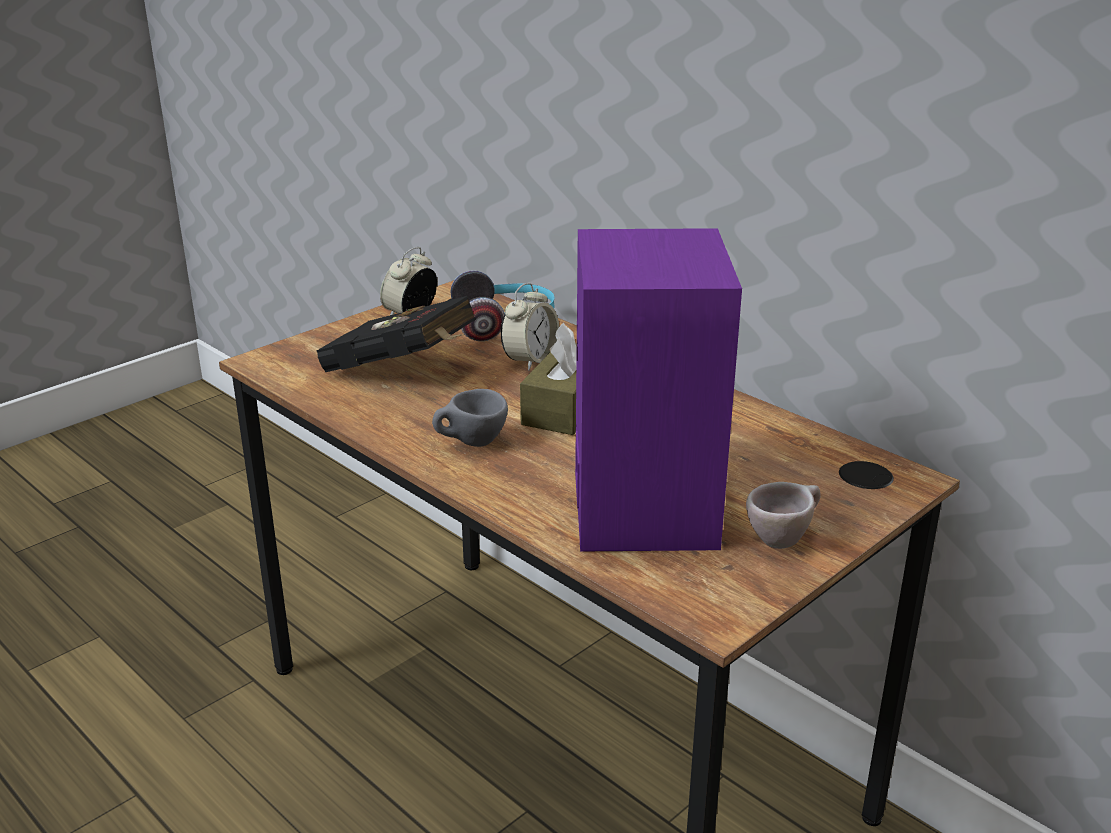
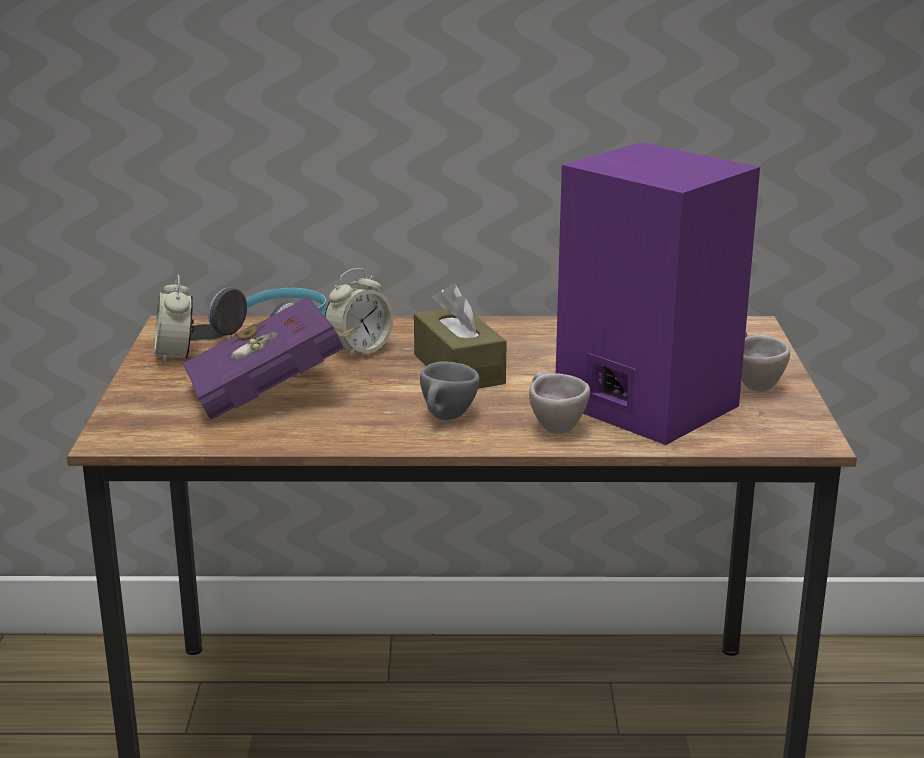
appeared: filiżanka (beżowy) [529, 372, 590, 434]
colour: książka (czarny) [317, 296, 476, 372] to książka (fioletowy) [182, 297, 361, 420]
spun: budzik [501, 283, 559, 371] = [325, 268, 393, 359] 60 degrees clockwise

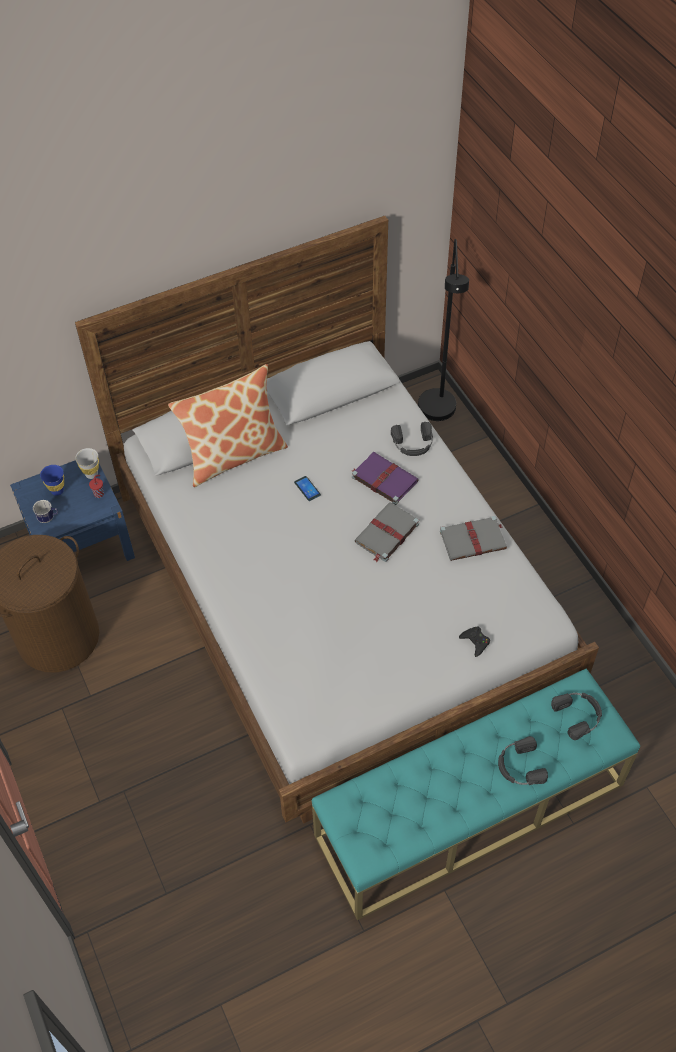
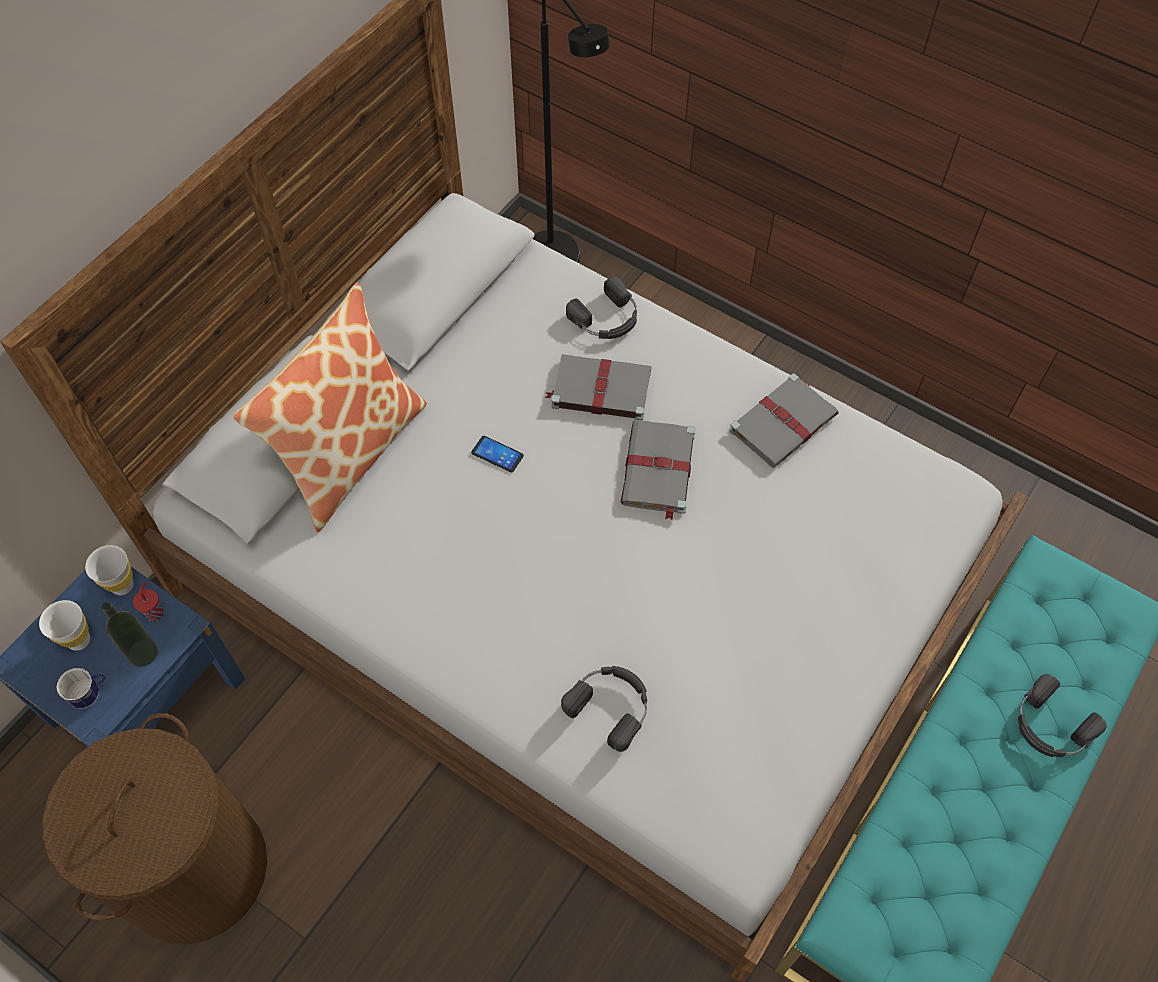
missing: pad do gier (czarny) [459, 627, 490, 657]
appeared: butelka [101, 602, 158, 667]
relocated: słuchawki (czarny) [551, 693, 602, 740] to [561, 666, 647, 752]
colour: książka (fioletowy) [352, 452, 419, 505] to książka (szary) [545, 354, 651, 420]; filiżanka (niebieski) [40, 465, 64, 496] to filiżanka (biały) [39, 600, 90, 651]

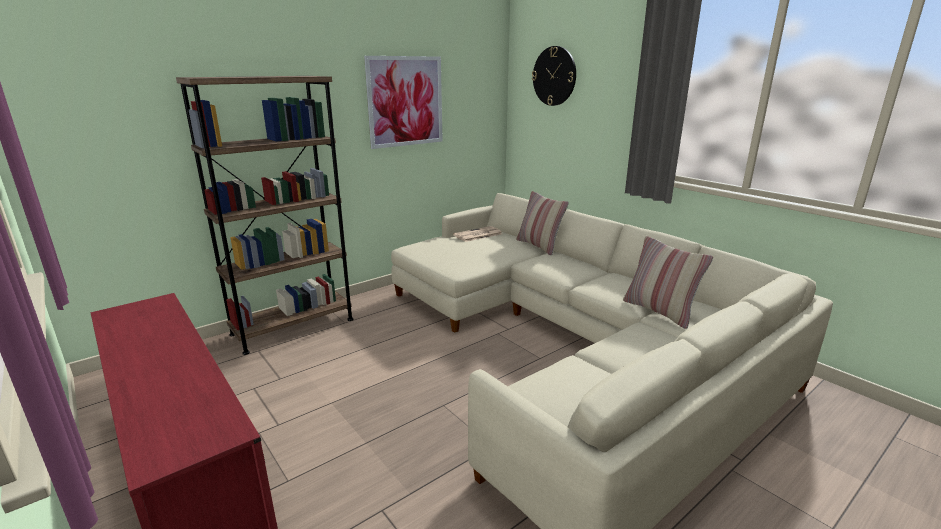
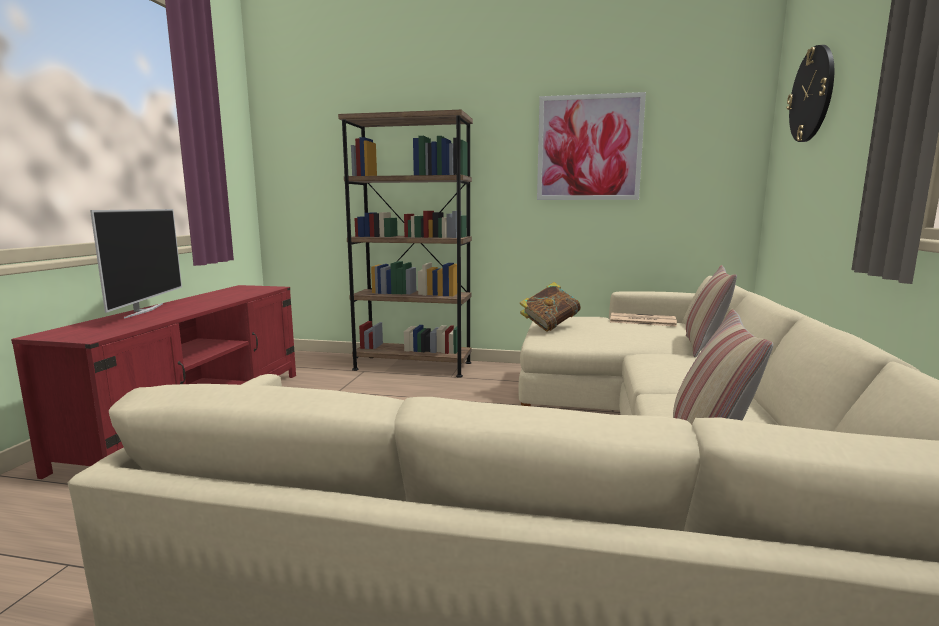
appeared: telewizor [90, 209, 182, 319]; książka [520, 282, 581, 332]

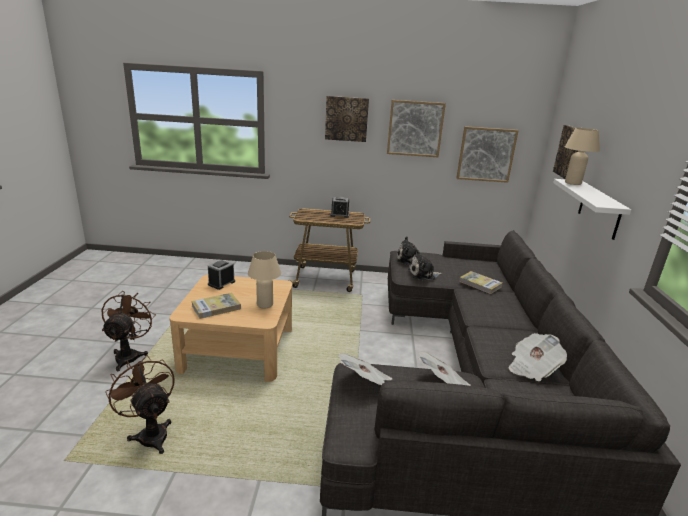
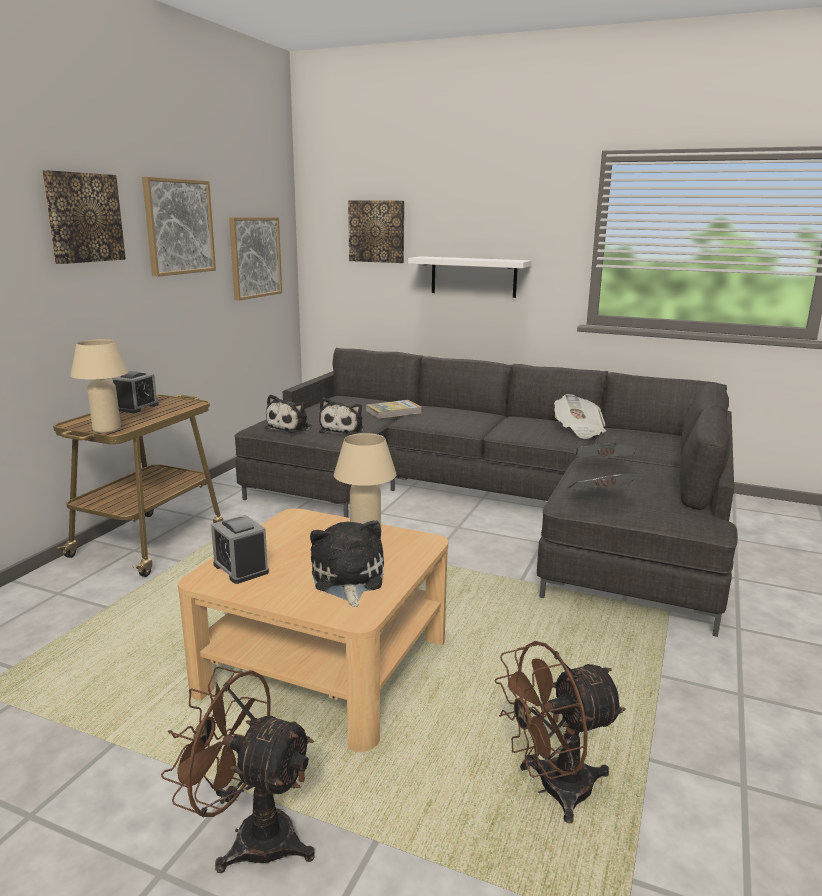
relocated: lampa stołowa (beżowy) [565, 128, 600, 185] to [70, 339, 128, 433]
exchanged: książka [191, 293, 241, 319] to pluszak [310, 520, 384, 607]

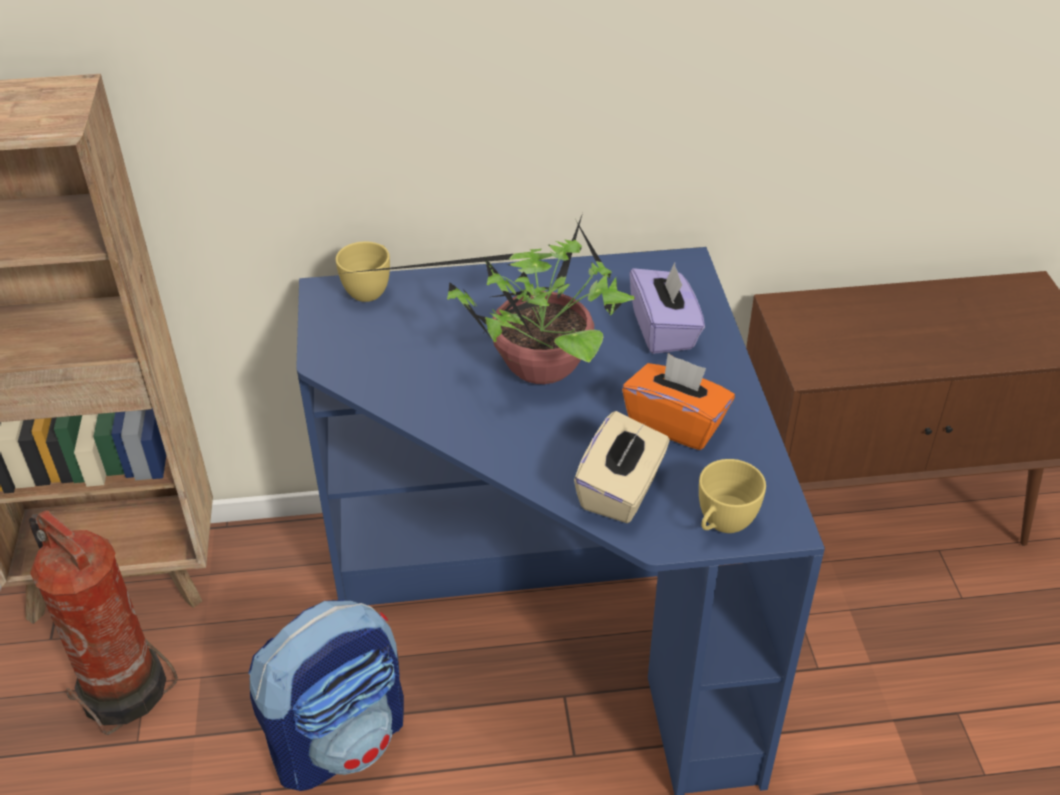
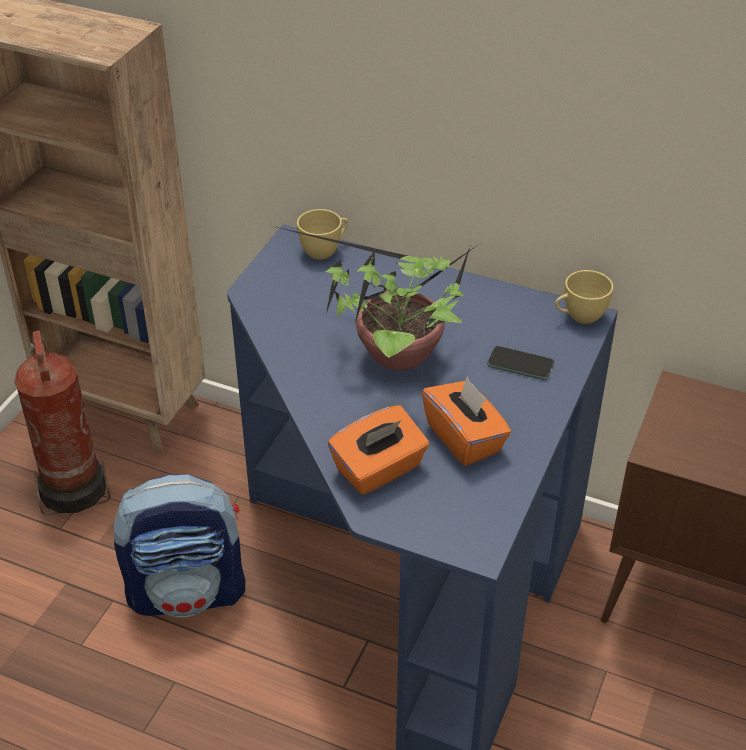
relocated: filiżanka (żółty) [699, 459, 766, 533] to [555, 270, 613, 324]
exchanged: pudełko chusteczek (fioletowy) [629, 263, 705, 354] to telefon [487, 346, 554, 380]
colour: pudełko chusteczek (beżowy) [574, 411, 670, 523] to pudełko chusteczek (pomarańczowy) [328, 405, 429, 495]

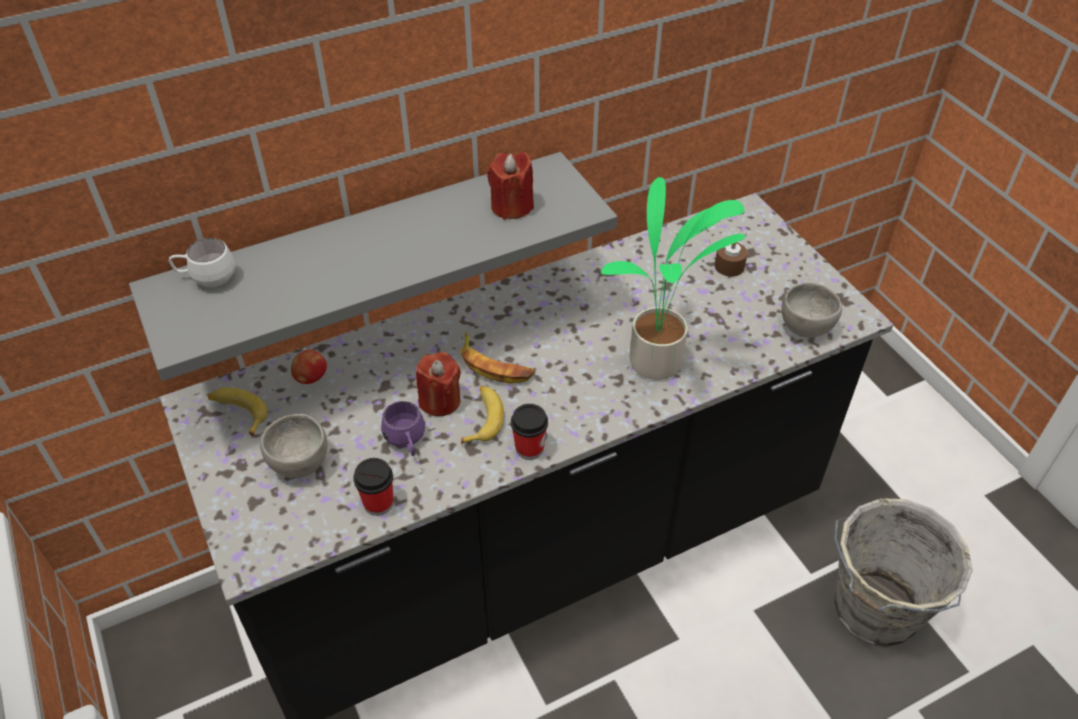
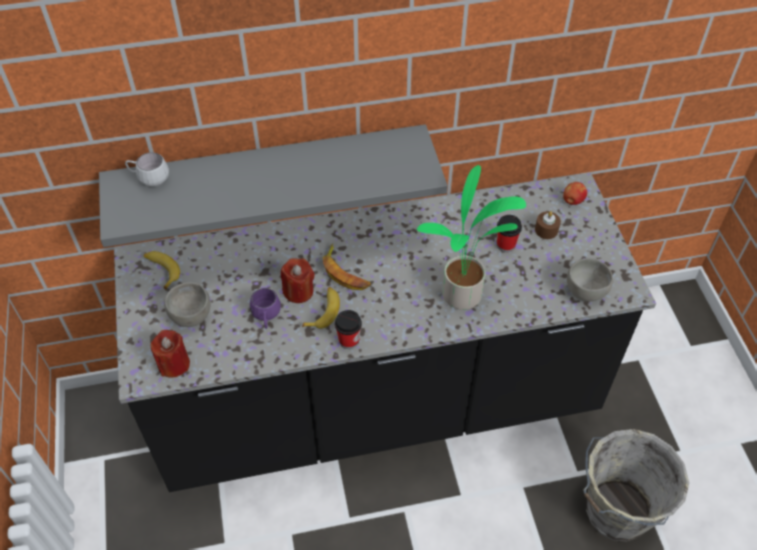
relocated: świeca (czerwony) [487, 152, 534, 220] to [151, 330, 190, 378]; jabłko [291, 350, 327, 384] to [563, 182, 587, 205]; filiżanka [353, 458, 393, 516] to [497, 215, 522, 252]

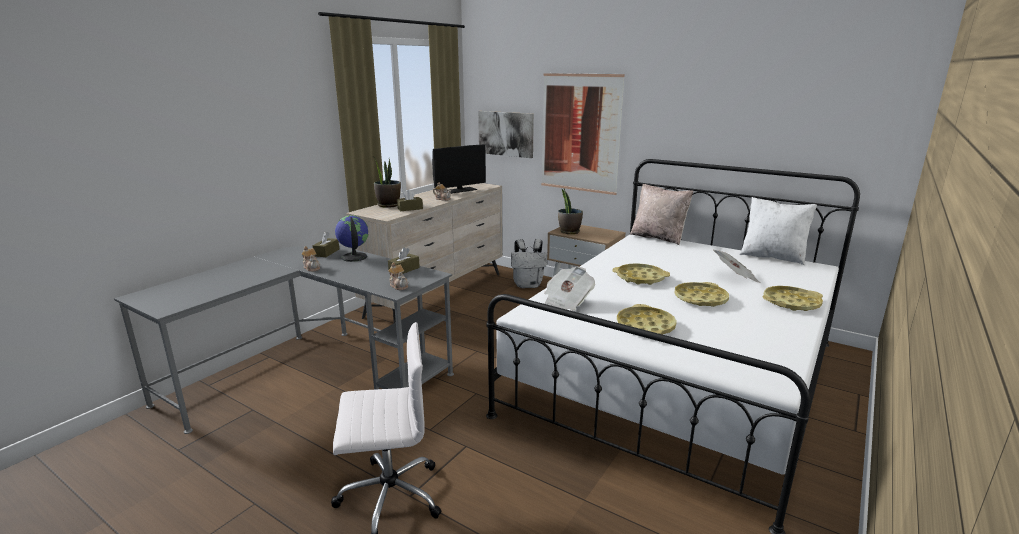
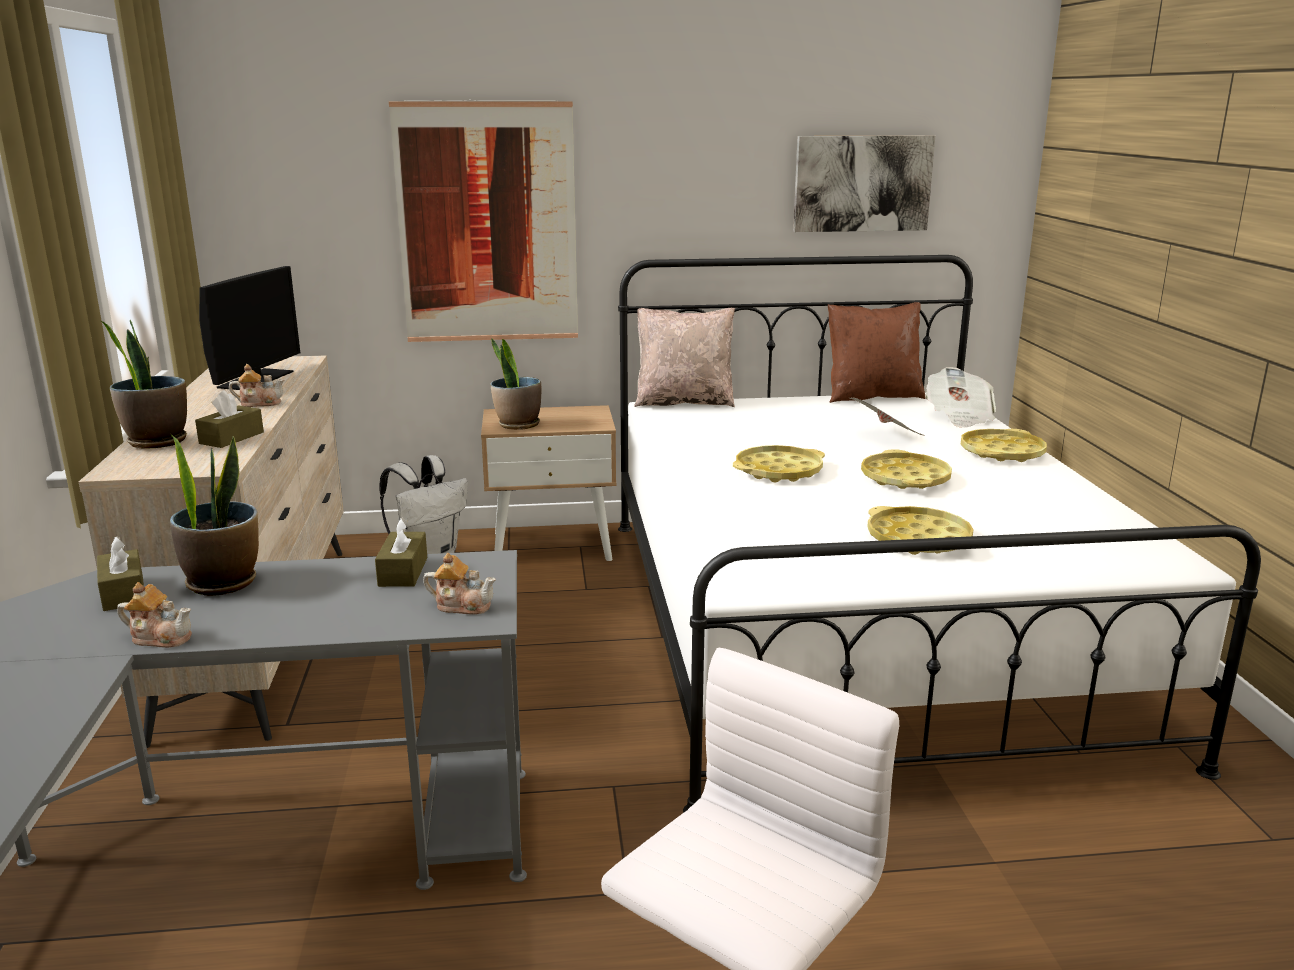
relocated: obraz [478, 111, 534, 158] to [793, 135, 935, 232]; gazeta [544, 267, 595, 311] to [925, 367, 996, 428]
exchanged: globus [335, 215, 368, 262] to roślina doniczkowa [170, 434, 259, 596]
colour: poduszka (biały) [739, 197, 817, 265] to poduszka (brązowy) [828, 302, 926, 403]

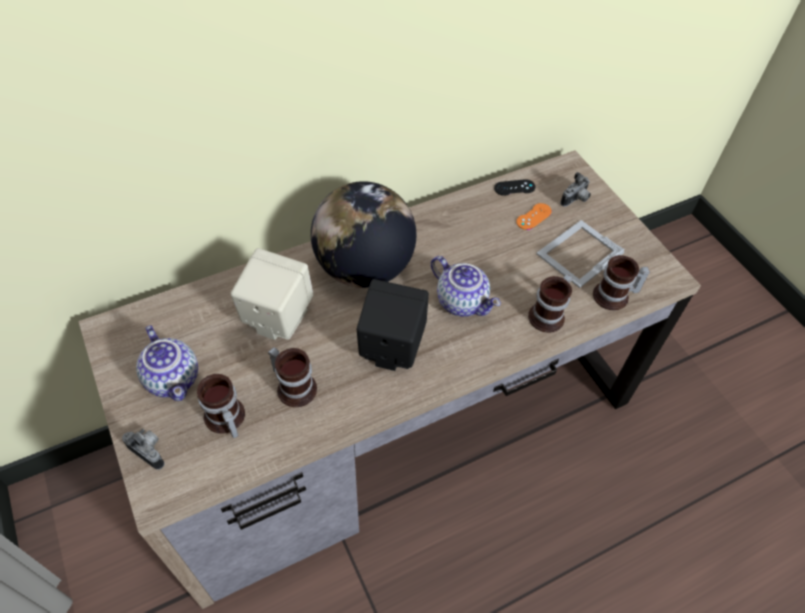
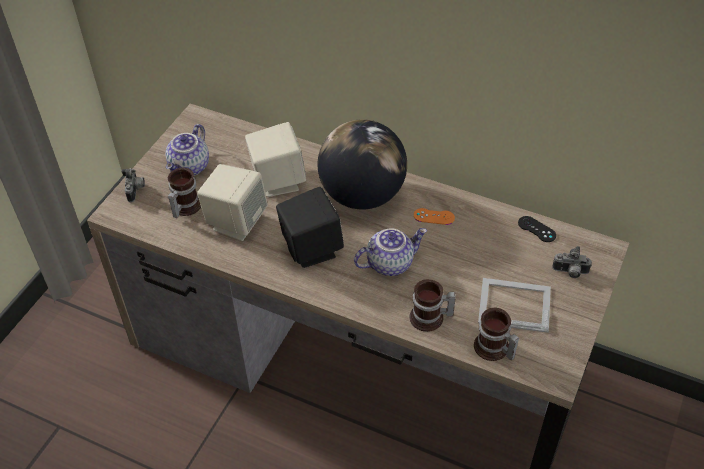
relocated: pad do gier (pomarańczowy) [516, 203, 552, 230] to [414, 208, 455, 225]
exchanged: kubek [268, 347, 317, 407] to głośnik (beżowy) [197, 164, 268, 241]
spun: imbryk [431, 256, 501, 317] = [354, 228, 427, 276] 120 degrees counterclockwise

